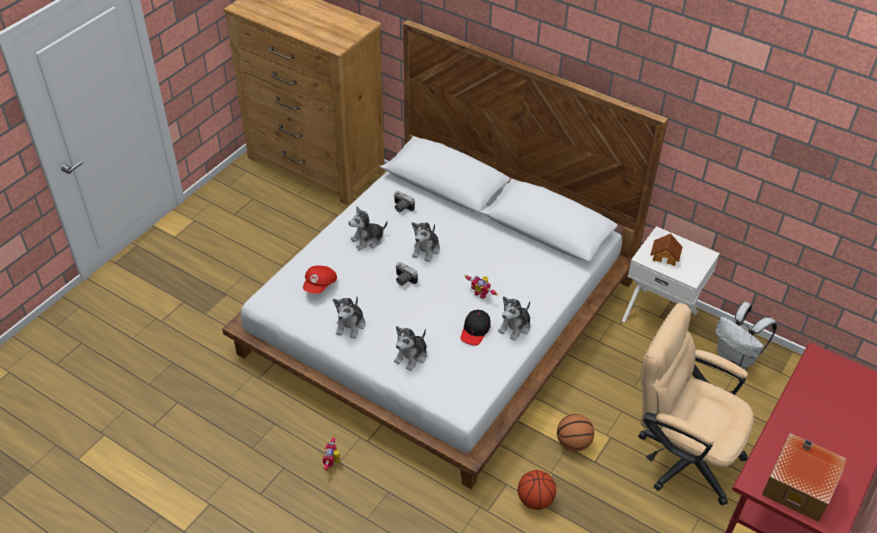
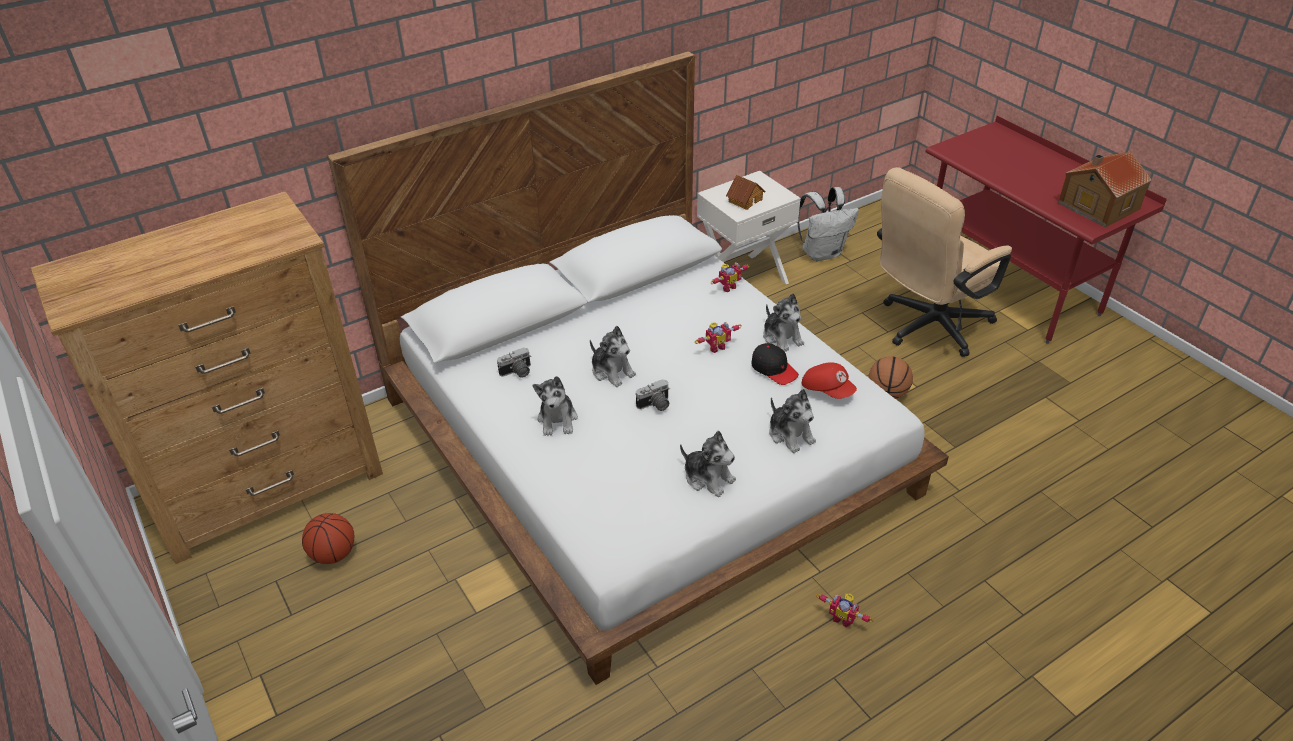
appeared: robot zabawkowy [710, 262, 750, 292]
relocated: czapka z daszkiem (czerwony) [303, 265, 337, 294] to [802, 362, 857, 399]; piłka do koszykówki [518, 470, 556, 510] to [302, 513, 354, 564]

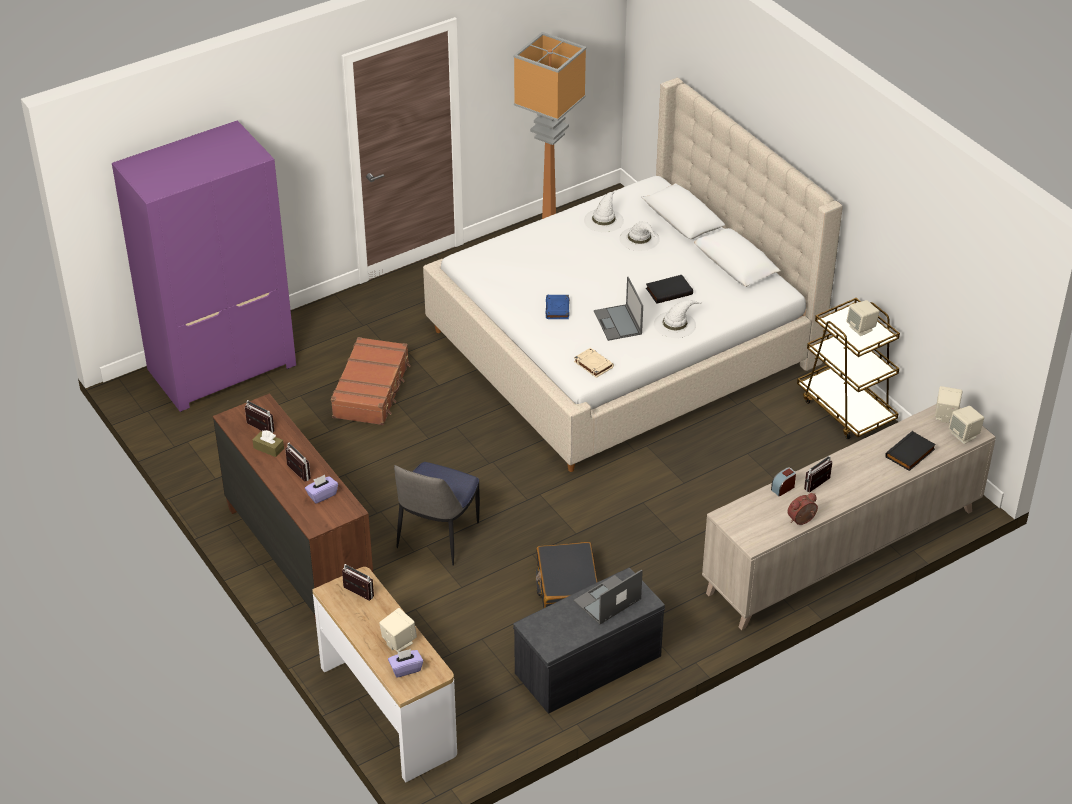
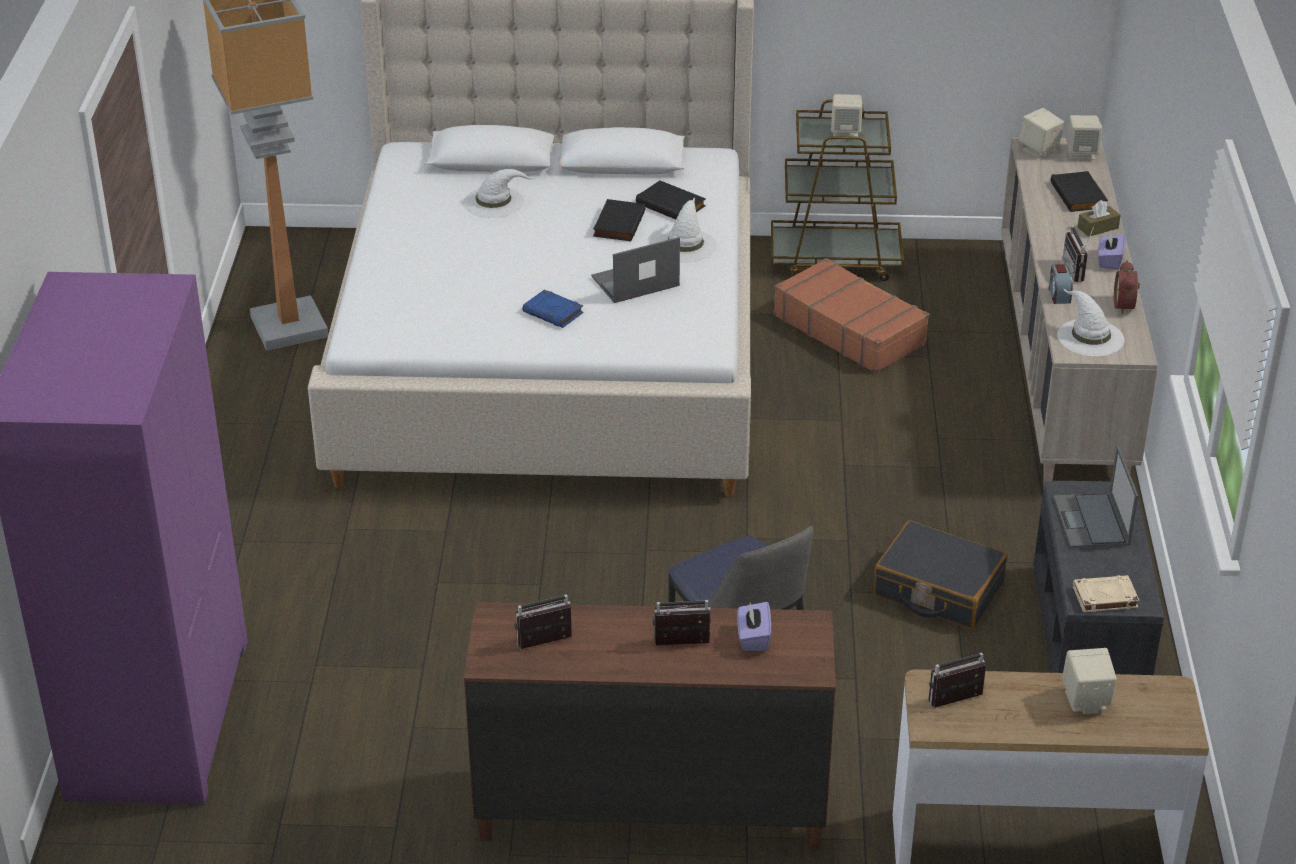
appeared: książka (czarny) [636, 180, 706, 220]
relocated: kapelusz (biały) [584, 190, 624, 232] to [1057, 288, 1125, 357]; walizka (brązowy) [331, 337, 411, 425] to [773, 258, 929, 374]; książka (beżowy) [574, 348, 614, 378] to [1073, 575, 1139, 612]; pudełko chusteczek (brązowy) [252, 430, 284, 457] to [1078, 200, 1121, 237]; pudełko chusteczek (fioletowy) [388, 649, 423, 678] to [1098, 231, 1126, 270]
spun: laptop [594, 277, 643, 341] = [591, 237, 680, 303] 135 degrees clockwise

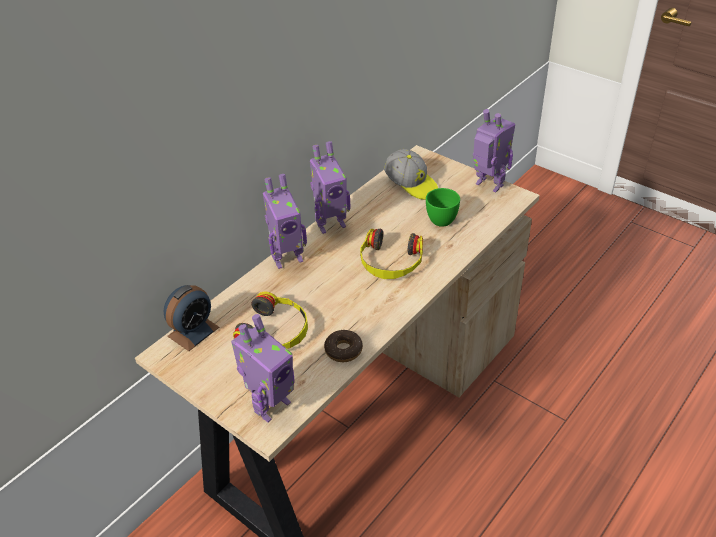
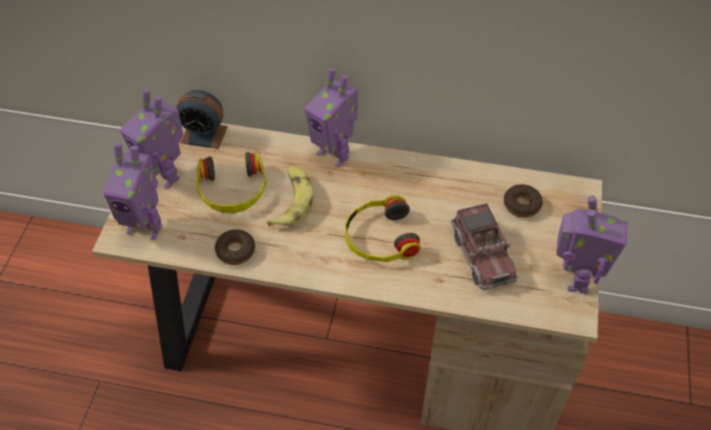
appeared: banan [266, 166, 314, 226]
relocated: robot zabawkowy [310, 141, 351, 234] to [120, 89, 183, 189]
exchanged: czapka z daszkiem [384, 149, 438, 200] to donut [504, 184, 543, 218]; filiżanka (zielony) [426, 188, 460, 227] to ciężarówka zabawkowa [451, 203, 518, 290]

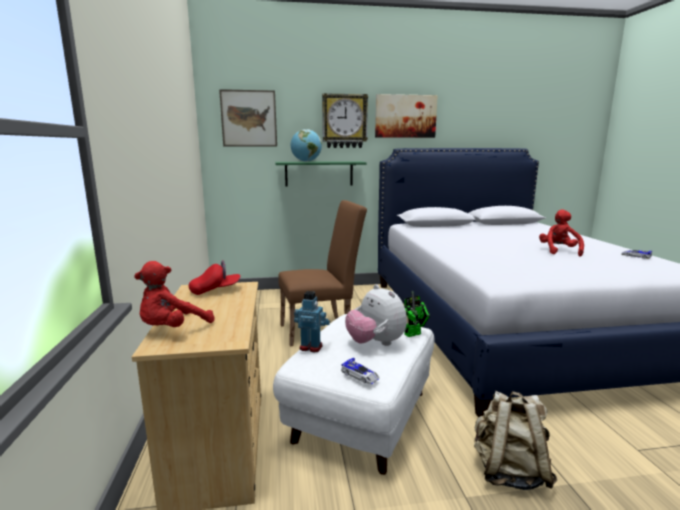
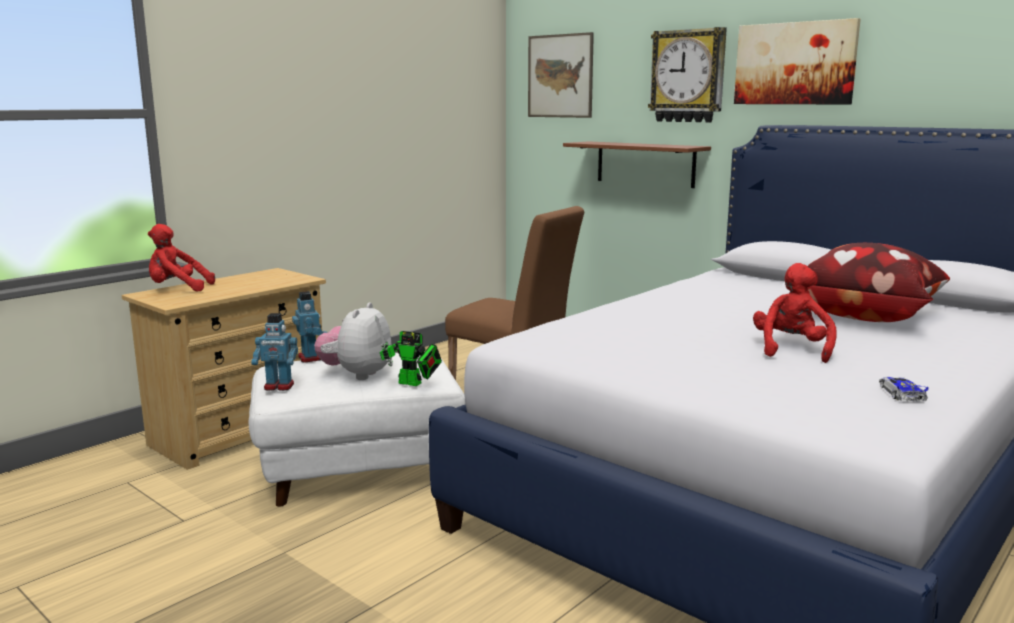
missing: globus [291, 129, 322, 162]; czapka z daszkiem (czerwony) [189, 260, 241, 295]; plecak (beżowy) [474, 391, 557, 490]
appeared: poduszka [808, 243, 950, 322]
exchanged: samochodzik [341, 357, 379, 384] to robot zabawkowy [251, 313, 298, 391]
colour: półka (zielony) [275, 161, 367, 186] to półka (brązowy) [563, 141, 711, 188]
spun: pluszak (czerwony) [539, 210, 584, 257] = [753, 263, 837, 363] 45 degrees counterclockwise

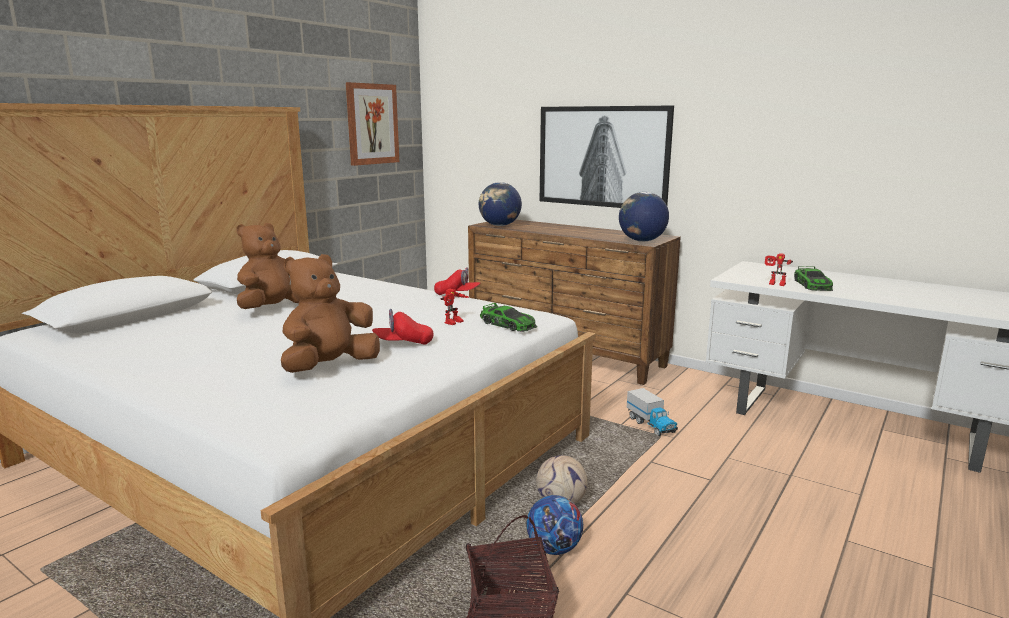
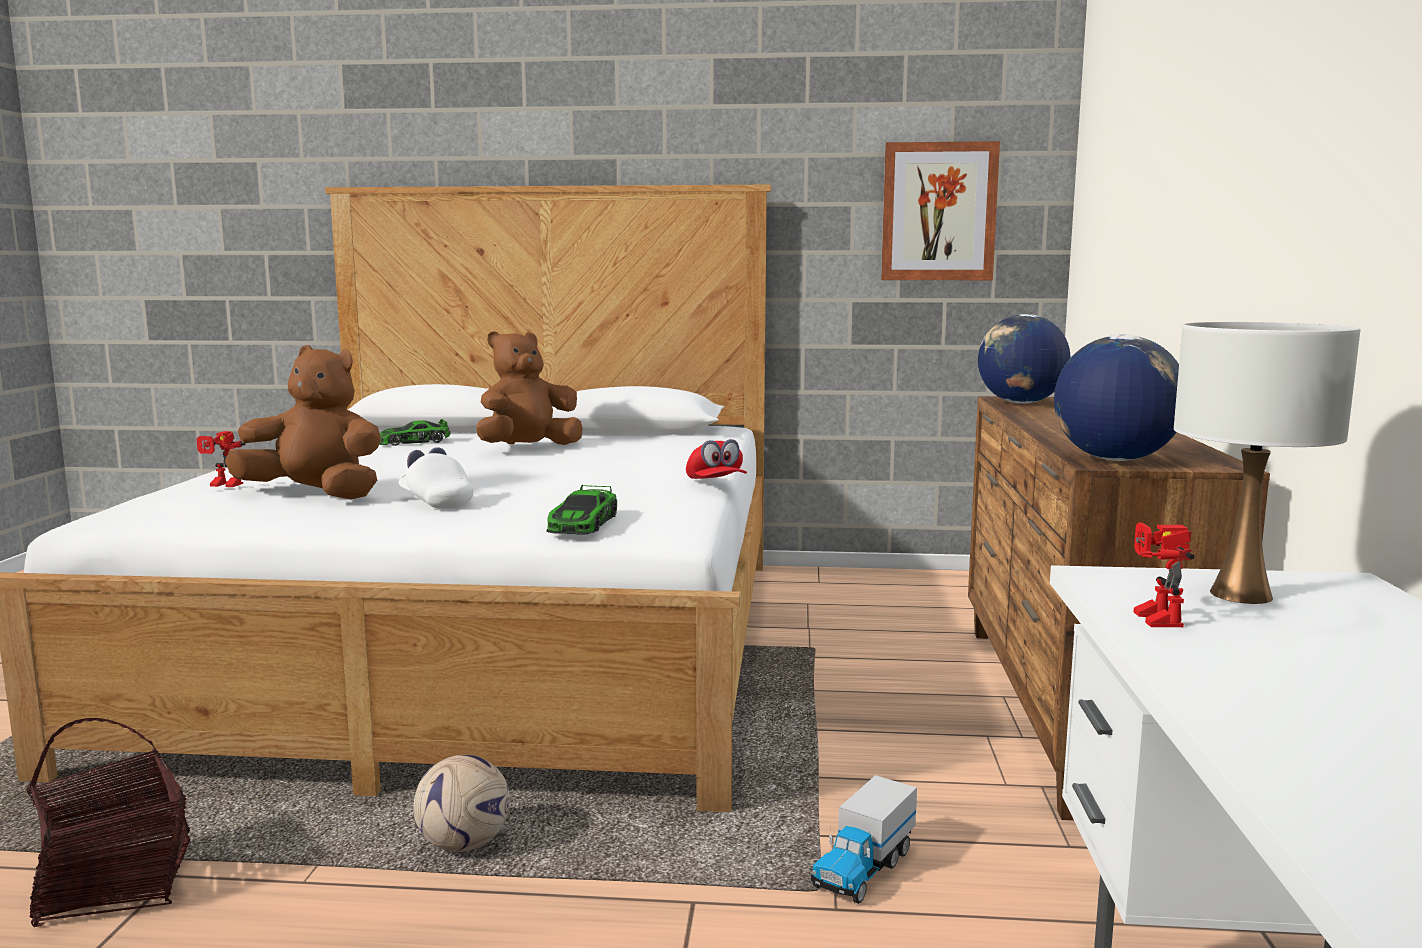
missing: obraz [540, 106, 674, 208]; piłka futbolowa [527, 495, 583, 555]
appeared: lampa stołowa (biały) [1174, 322, 1360, 604]
relocated: samochodzik [794, 266, 833, 291] to [379, 419, 451, 446]; robot zabawkowy [441, 289, 469, 325] to [196, 431, 246, 487]
colour: czapka z daszkiem (czerwony) [372, 309, 433, 345] to czapka z daszkiem (biały) [399, 447, 474, 509]
spun: pluszak (brązowy) [236, 223, 299, 309] = [476, 331, 583, 445] 45 degrees counterclockwise

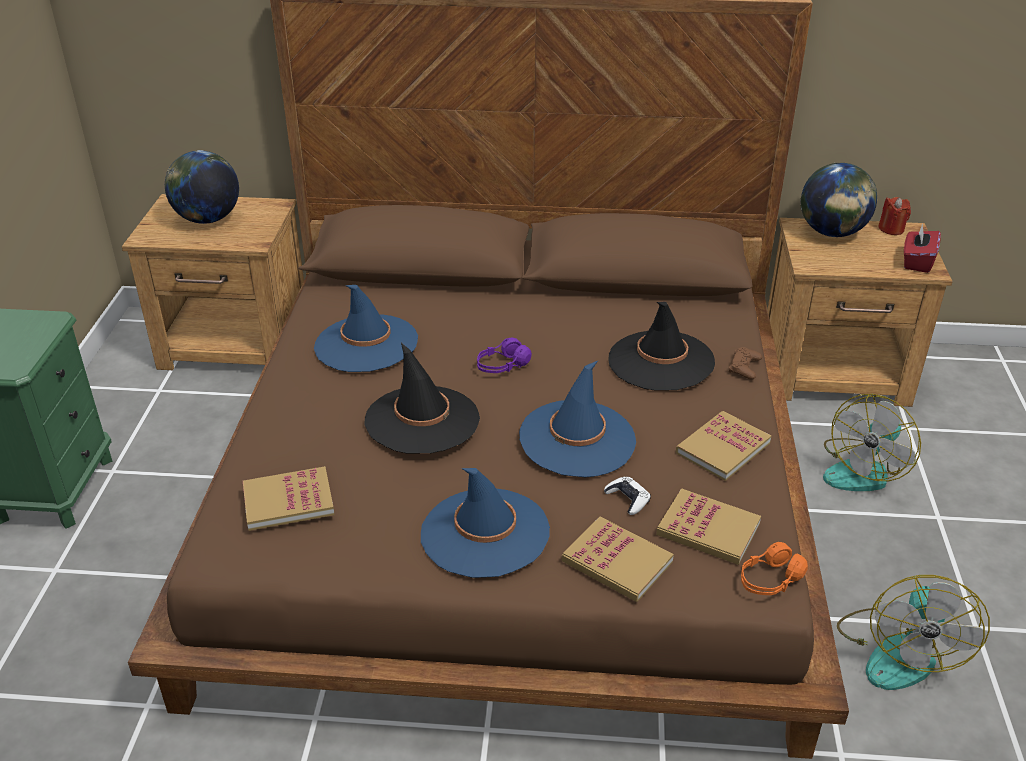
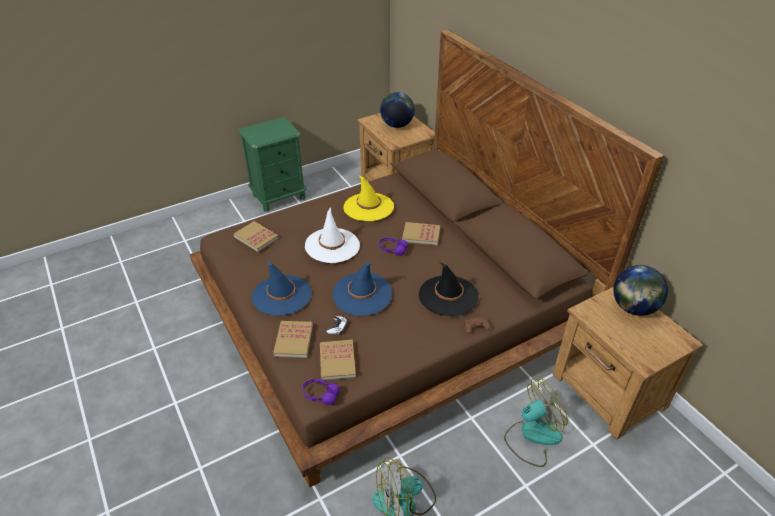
missing: świeca (czerwony) [879, 197, 911, 235]; pudełko chusteczek (czerwony) [904, 223, 941, 273]
relocated: książka [676, 411, 771, 481] to [402, 222, 440, 246]
colour: kapelusz (niebieski) [314, 285, 418, 372] to kapelusz (żółty) [344, 175, 394, 221]; kapelusz (czarny) [364, 342, 480, 454] to kapelusz (biały) [305, 207, 360, 263]; słuchawki (pomarańczowy) [741, 542, 808, 595] to słuchawki (fioletowy) [302, 379, 340, 405]
spun: wentylator [823, 394, 921, 491] = [504, 378, 568, 467] 150 degrees clockwise

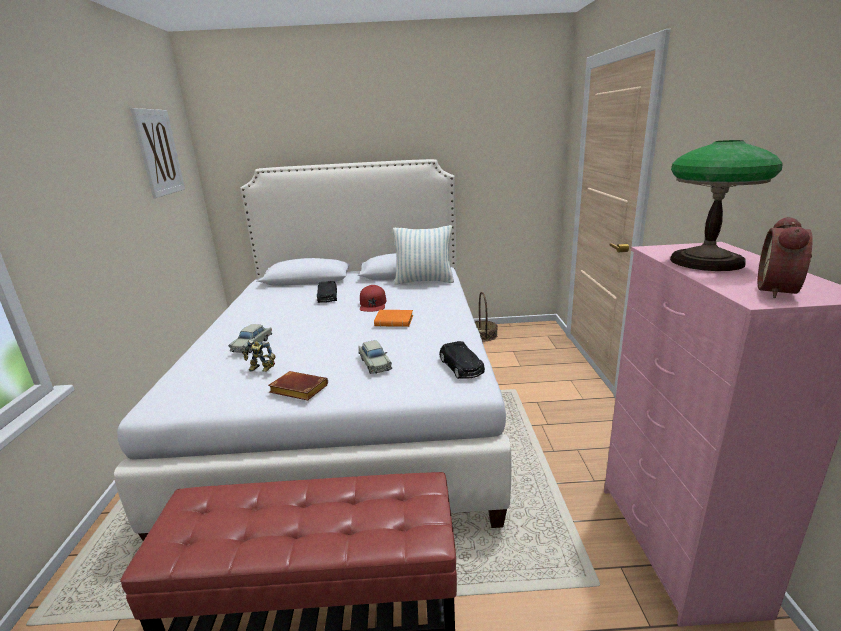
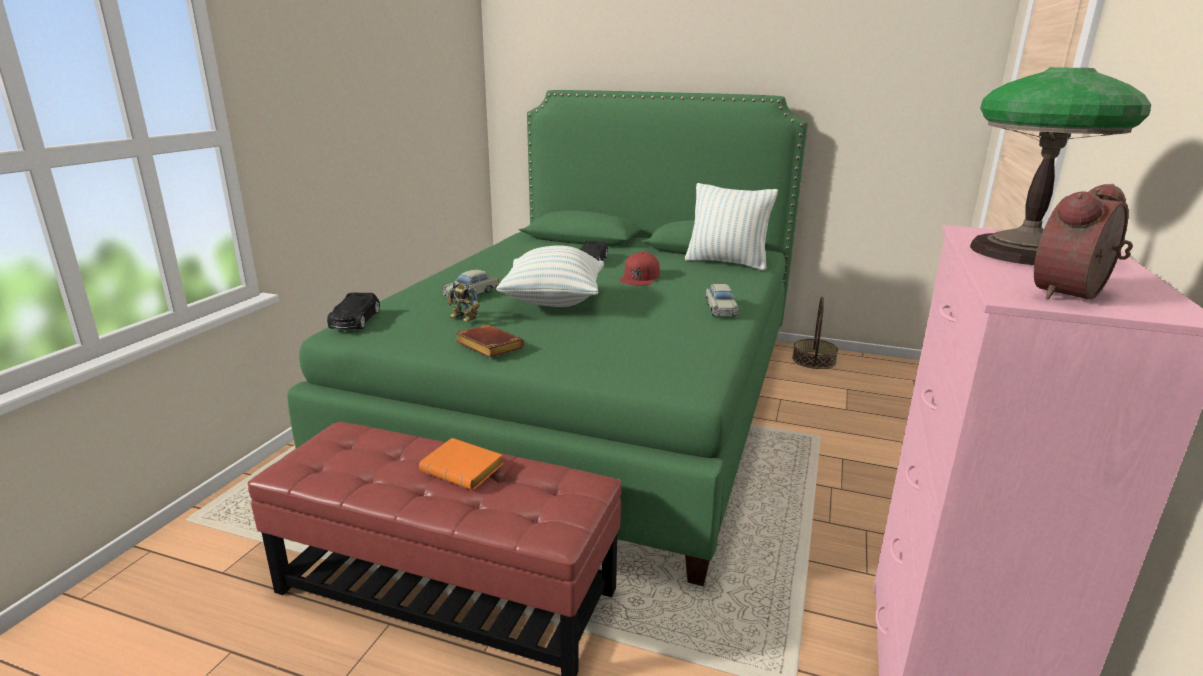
missing: obraz [130, 108, 185, 198]
appeared: poduszka [496, 245, 604, 307]
relocated: książka (pomarańczowy) [374, 310, 413, 327] to [419, 438, 503, 490]; samochodzik (beżowy) [358, 340, 392, 374] to [706, 284, 739, 316]; samochodzik (czarny) [440, 341, 485, 379] to [327, 292, 380, 330]
colour: łóżko (biały) [114, 159, 512, 541] to łóżko (zielony) [287, 90, 808, 586]

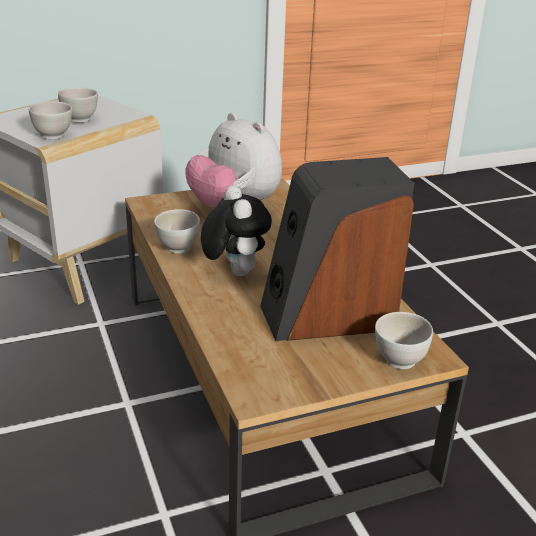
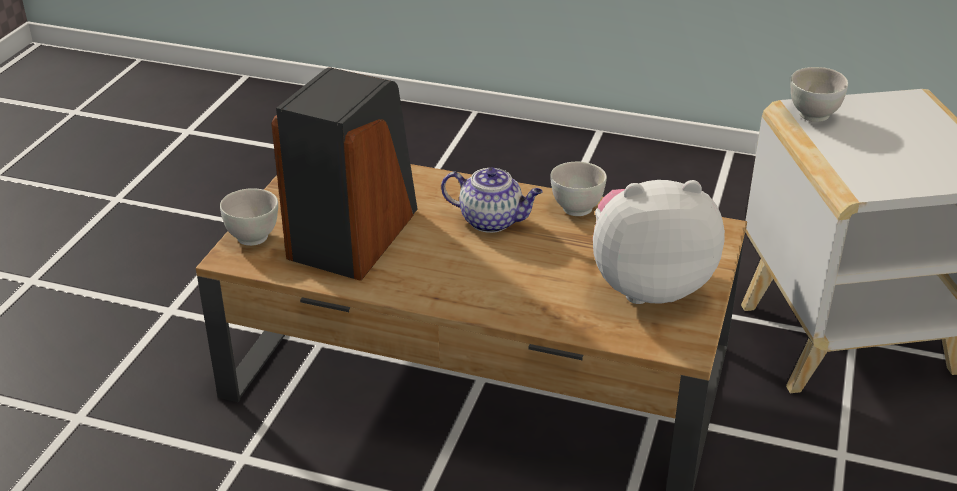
missing: miska (biały) [58, 87, 98, 123]
exchanged: pluszak [201, 185, 272, 276] to imbryk [441, 168, 543, 233]

